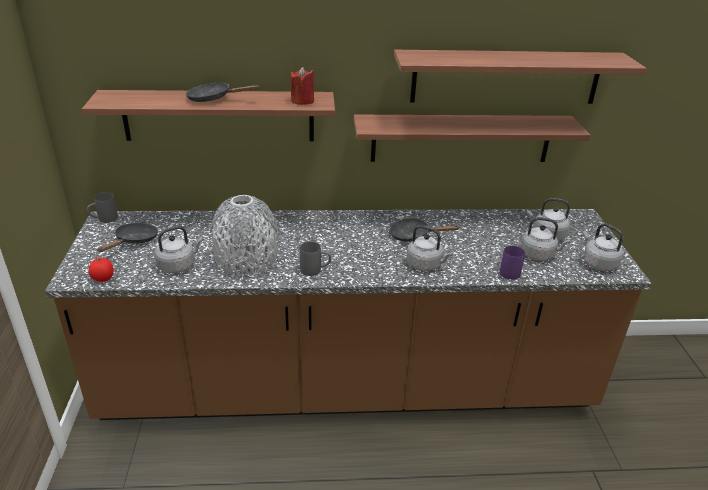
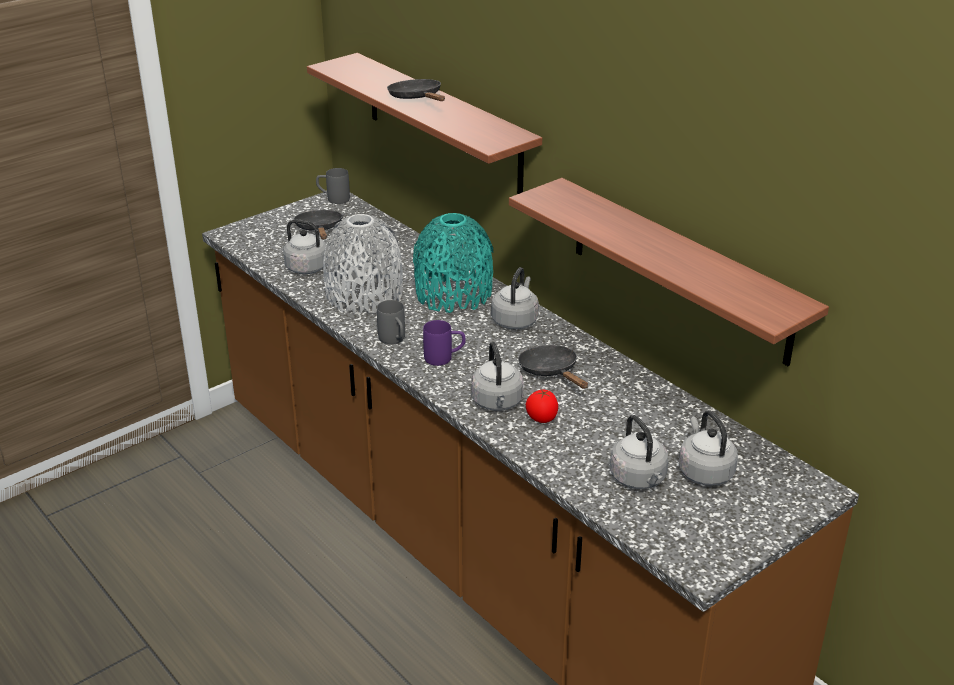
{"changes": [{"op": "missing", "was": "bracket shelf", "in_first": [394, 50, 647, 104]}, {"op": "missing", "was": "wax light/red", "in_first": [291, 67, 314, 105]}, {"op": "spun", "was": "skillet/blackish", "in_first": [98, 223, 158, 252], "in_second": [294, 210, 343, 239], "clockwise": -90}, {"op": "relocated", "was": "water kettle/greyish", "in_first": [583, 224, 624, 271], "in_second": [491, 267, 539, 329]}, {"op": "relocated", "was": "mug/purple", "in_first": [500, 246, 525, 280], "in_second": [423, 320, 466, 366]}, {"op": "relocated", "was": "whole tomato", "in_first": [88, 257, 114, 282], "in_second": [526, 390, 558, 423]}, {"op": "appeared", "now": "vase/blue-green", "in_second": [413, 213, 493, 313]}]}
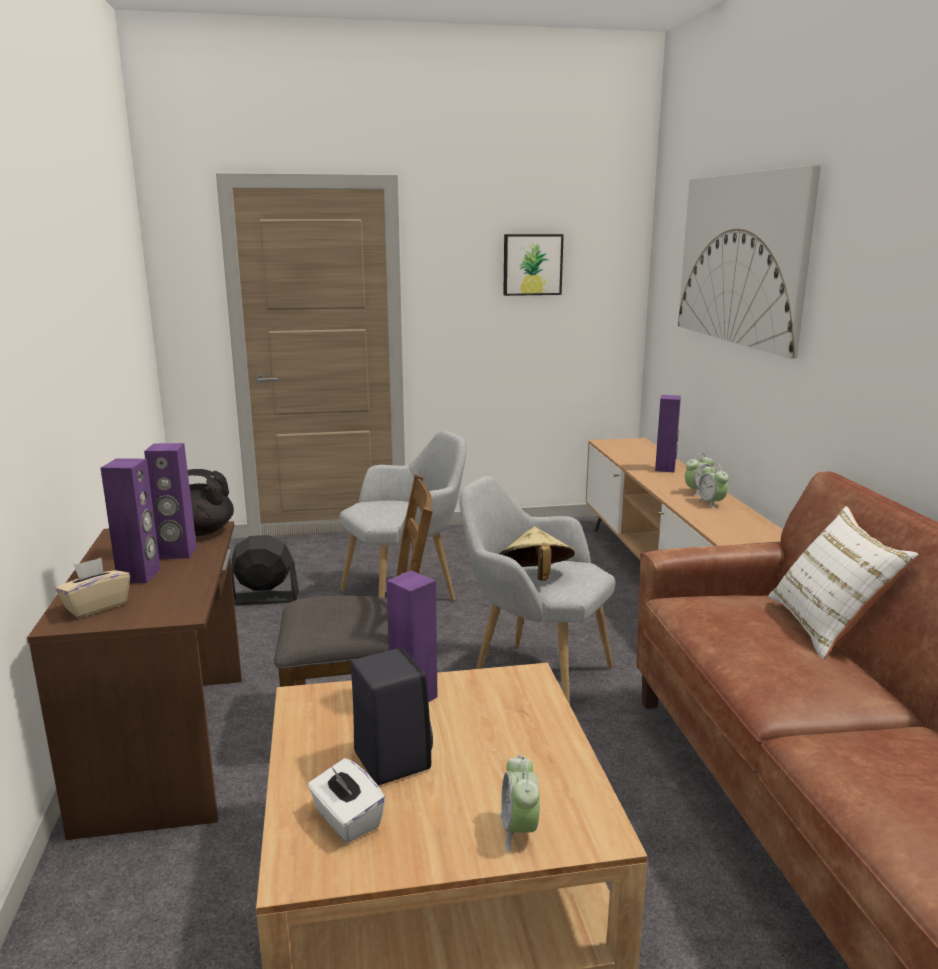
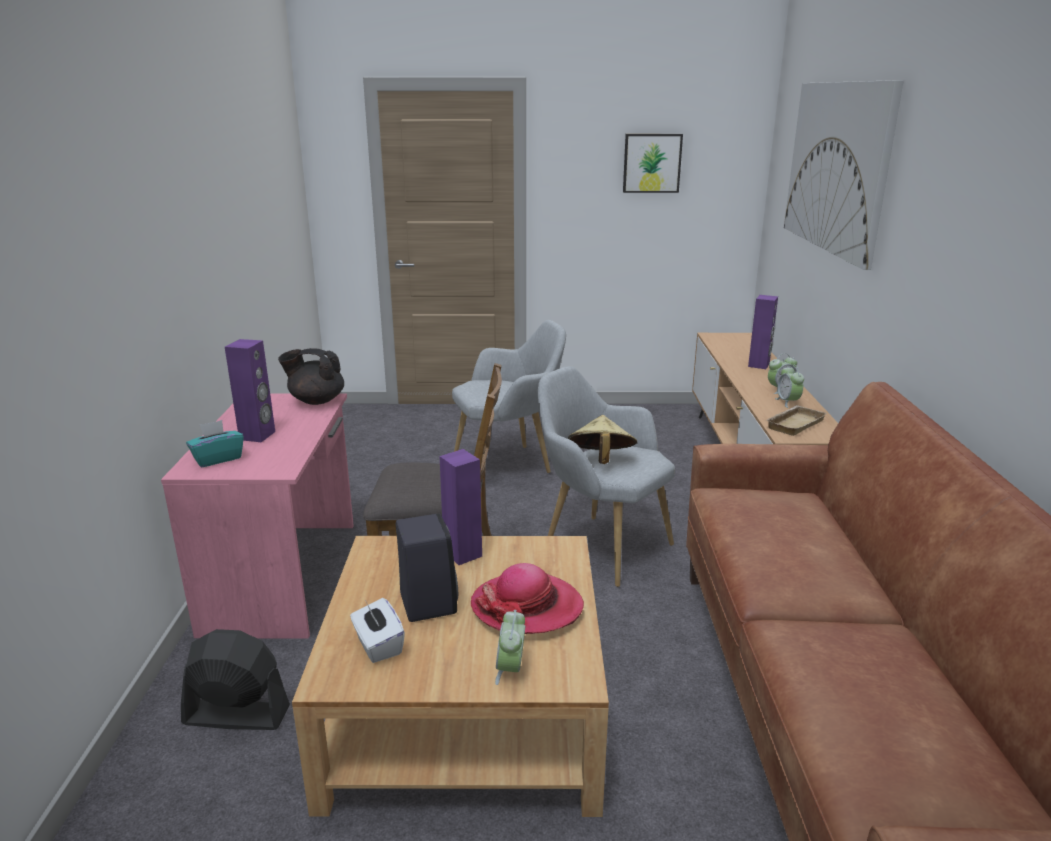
{"changes": [{"op": "missing", "was": "loudspeaker/purple", "in_first": [144, 443, 197, 559]}, {"op": "missing", "was": "cushion/white", "in_first": [768, 506, 919, 659]}, {"op": "colour", "was": "desk/brownish", "now": "desk/pink", "in_first": [27, 521, 242, 840], "in_second": [161, 394, 354, 638]}, {"op": "relocated", "was": "cooling fan/blackish", "in_first": [231, 535, 299, 605], "in_second": [181, 629, 290, 730]}, {"op": "colour", "was": "tissue box/beige-coloured", "now": "tissue box/blue-green", "in_first": [55, 558, 130, 618], "in_second": [186, 420, 244, 467]}, {"op": "appeared", "now": "carrying tray/beige-coloured", "in_second": [766, 405, 827, 436]}, {"op": "appeared", "now": "clothing hat", "in_second": [471, 563, 584, 634]}]}
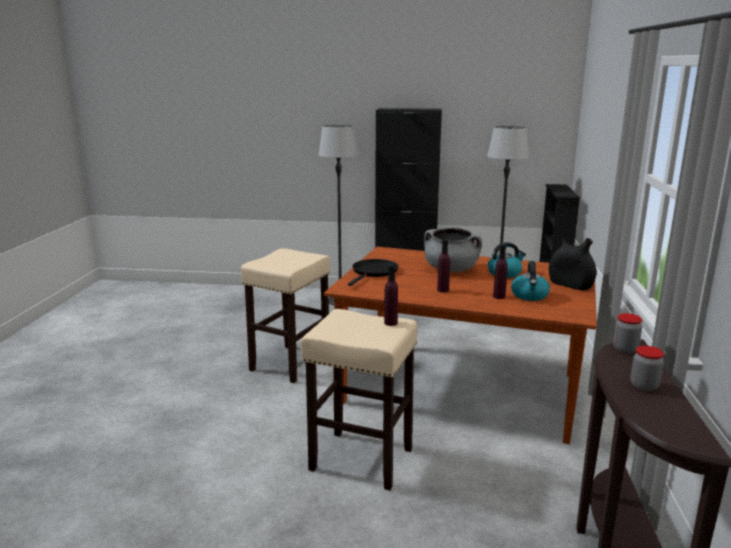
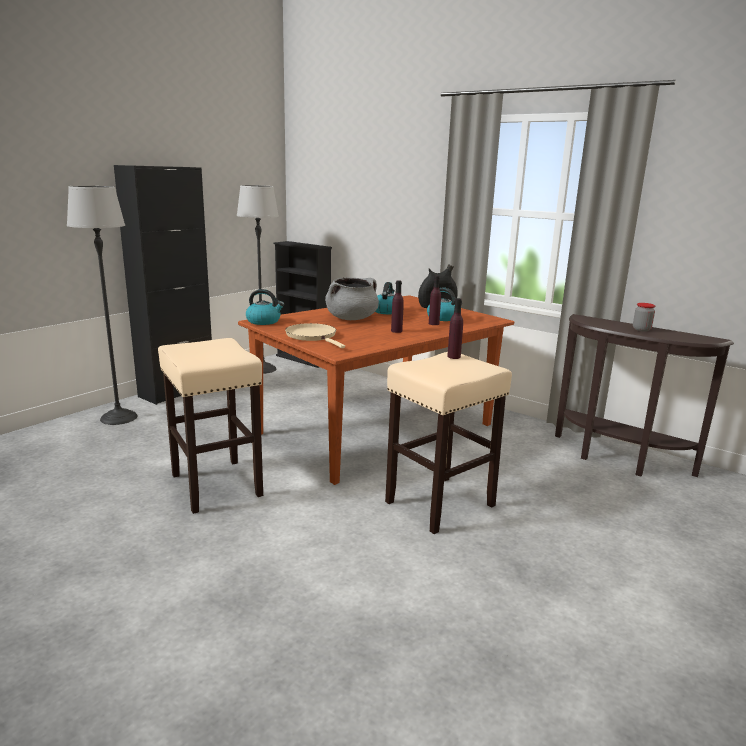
{"changes": [{"op": "colour", "was": "skillet/blackish", "now": "skillet/beige-coloured", "in_first": [348, 259, 398, 286], "in_second": [285, 323, 345, 348]}, {"op": "missing", "was": "jar", "in_first": [613, 313, 642, 353]}, {"op": "appeared", "now": "water kettle", "in_second": [246, 289, 285, 325]}]}
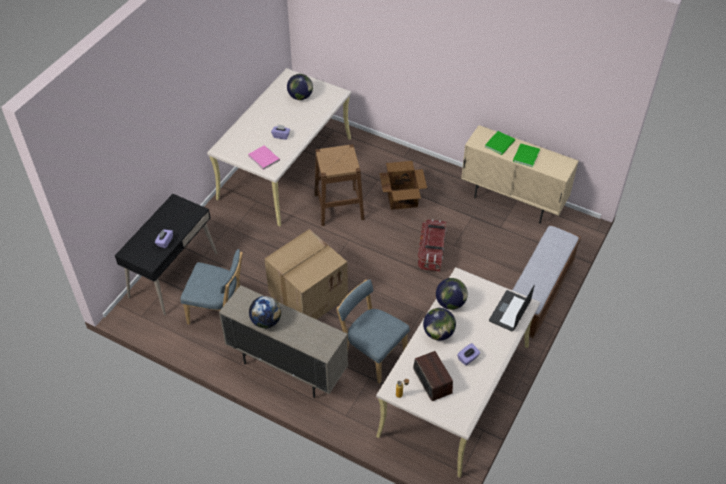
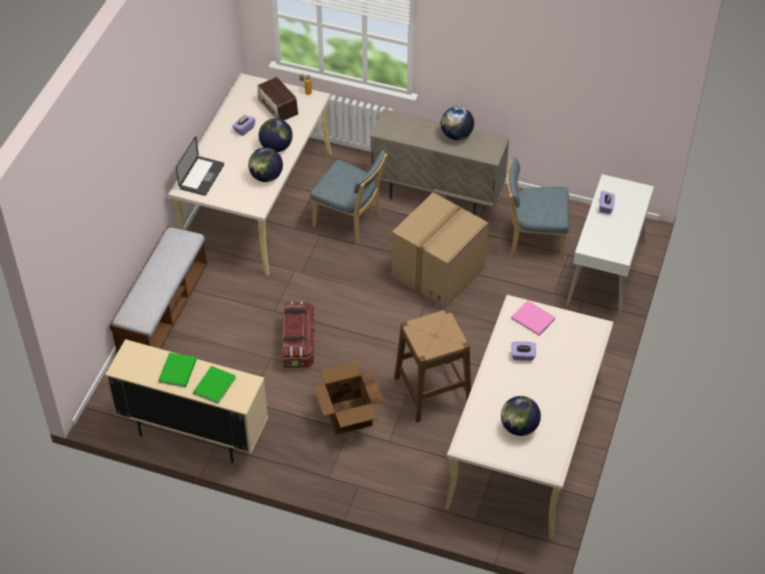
{"changes": [{"op": "colour", "was": "desk/blackish", "now": "desk/white", "in_first": [115, 194, 217, 316], "in_second": [566, 174, 654, 320]}]}
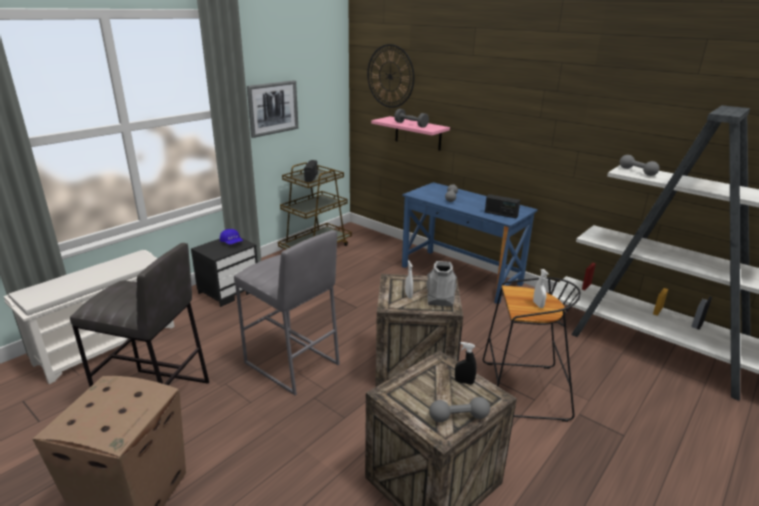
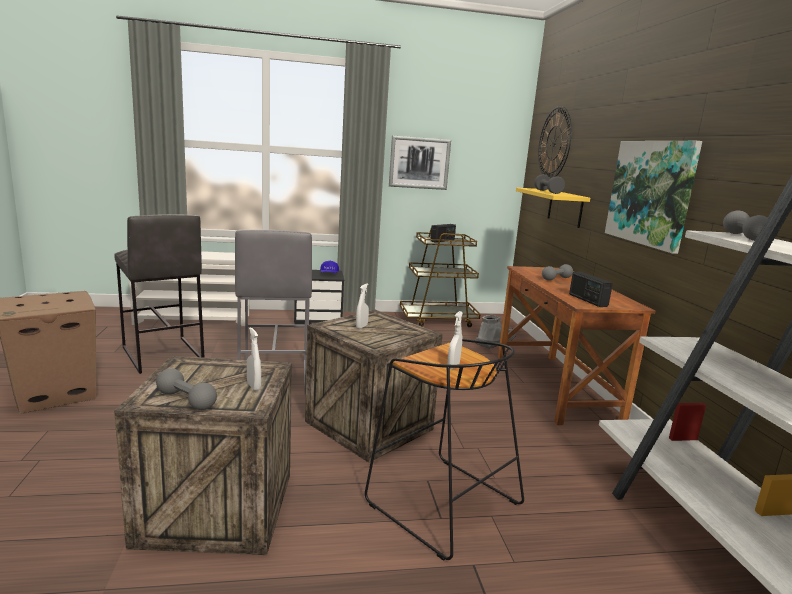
{"changes": [{"op": "colour", "was": "bracket shelf/pink", "now": "bracket shelf/yellow-coloured", "in_first": [371, 116, 450, 151], "in_second": [516, 187, 590, 228]}, {"op": "colour", "was": "desk/blue-coloured", "now": "desk/brownish", "in_first": [402, 182, 538, 304], "in_second": [498, 266, 655, 425]}, {"op": "relocated", "was": "boot/greyish", "in_first": [426, 261, 457, 307], "in_second": [475, 315, 516, 349]}, {"op": "colour", "was": "sprayer/blackish", "now": "sprayer/white", "in_first": [455, 342, 477, 385], "in_second": [247, 327, 261, 391]}, {"op": "appeared", "now": "wall art", "in_second": [605, 141, 702, 254]}]}
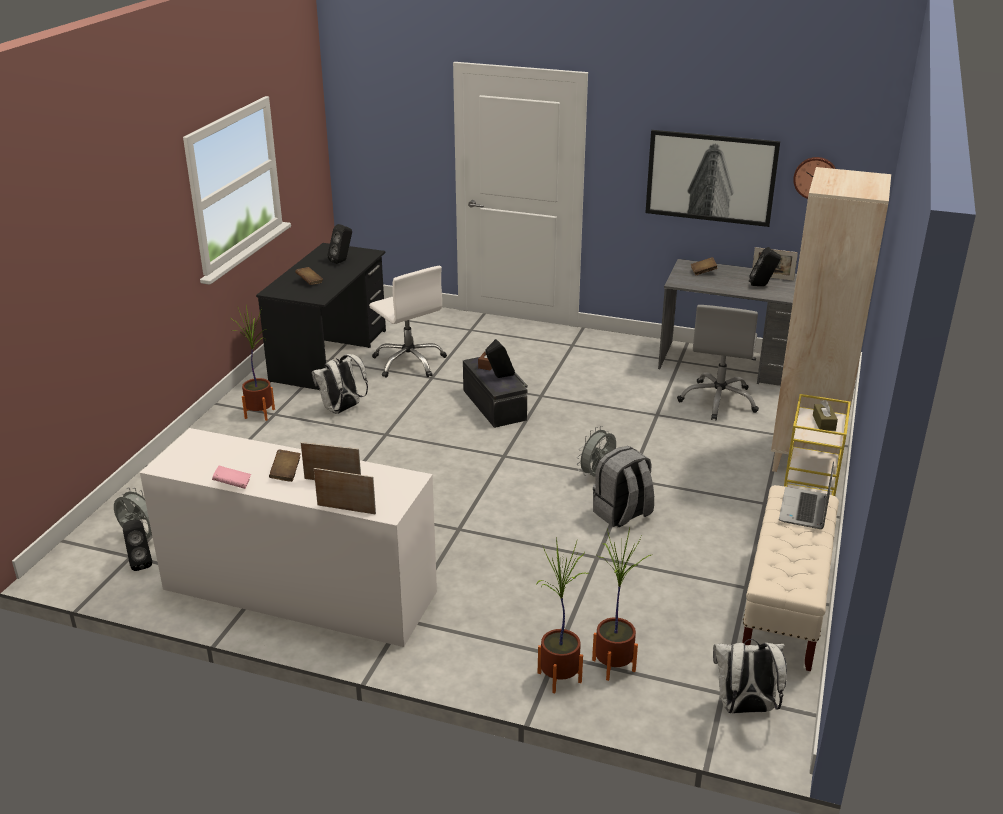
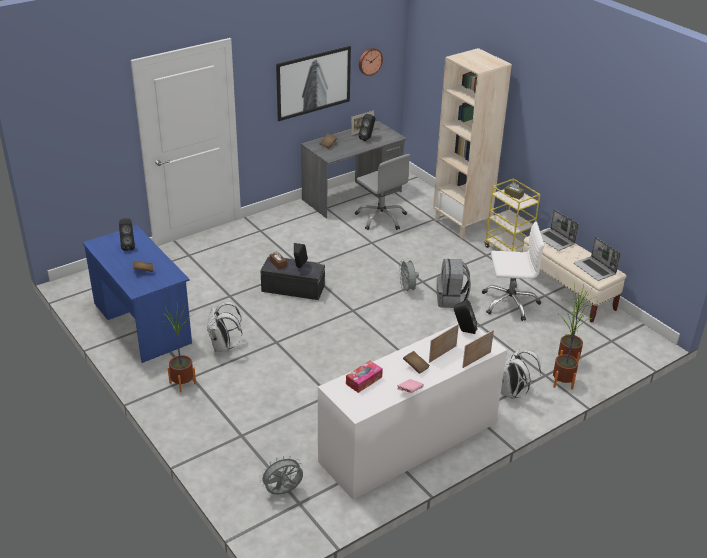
{"changes": [{"op": "colour", "was": "desk/blackish", "now": "desk/blue-coloured", "in_first": [256, 243, 386, 390], "in_second": [82, 225, 192, 363]}, {"op": "relocated", "was": "desk chair/white", "in_first": [369, 266, 447, 378], "in_second": [482, 222, 545, 321]}, {"op": "relocated", "was": "loudspeaker/blackish", "in_first": [123, 520, 152, 571], "in_second": [454, 299, 478, 334]}, {"op": "relocated", "was": "knapsack/white", "in_first": [713, 639, 787, 713], "in_second": [501, 349, 541, 399]}, {"op": "appeared", "now": "notebook computer", "in_second": [574, 237, 621, 281]}, {"op": "appeared", "now": "tissue box", "in_second": [346, 361, 383, 393]}]}
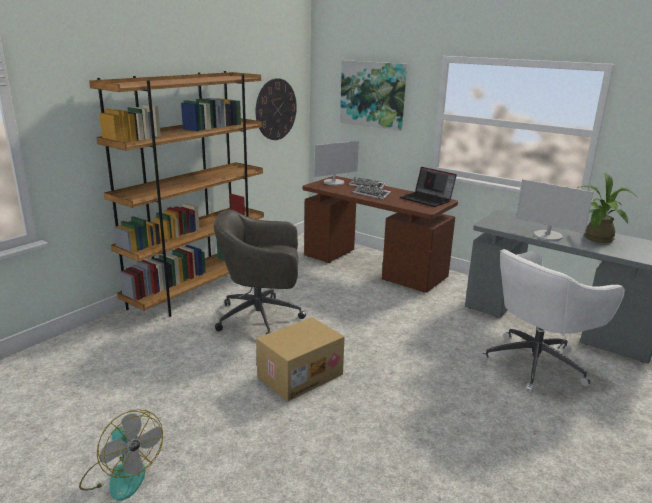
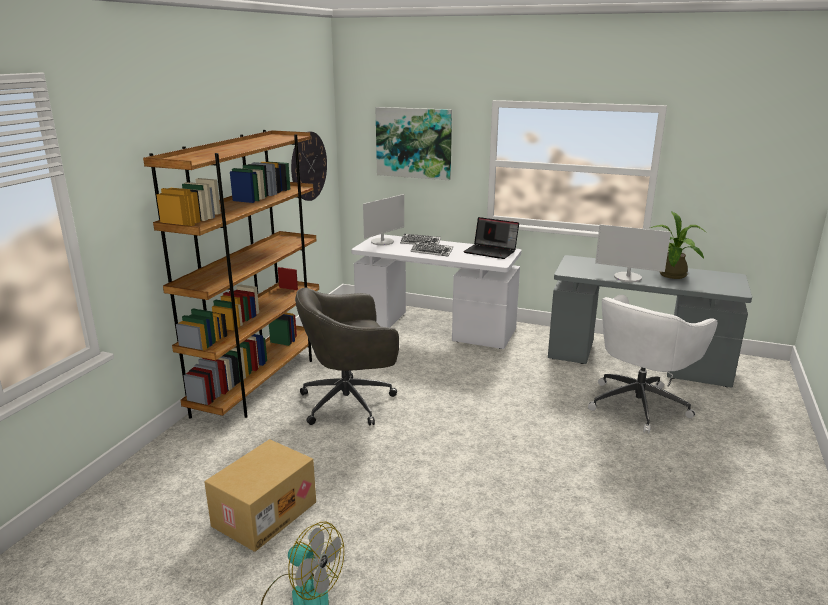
{"changes": [{"op": "colour", "was": "desk/brownish", "now": "desk/white", "in_first": [303, 176, 458, 293], "in_second": [351, 234, 522, 349]}, {"op": "relocated", "was": "cardboard box", "in_first": [256, 317, 345, 401], "in_second": [204, 439, 316, 552]}]}
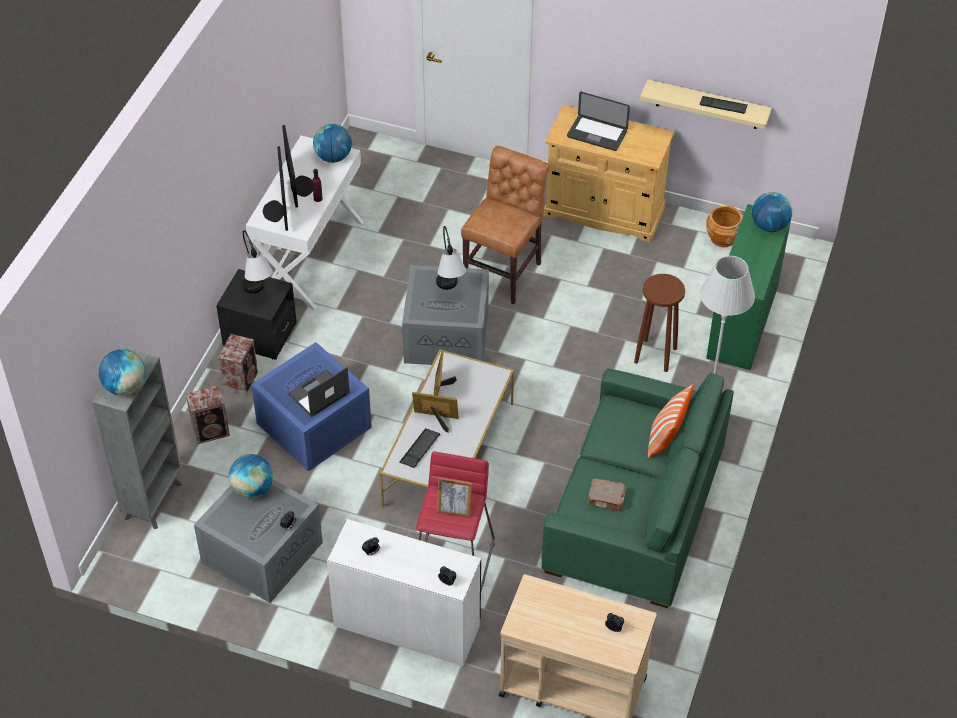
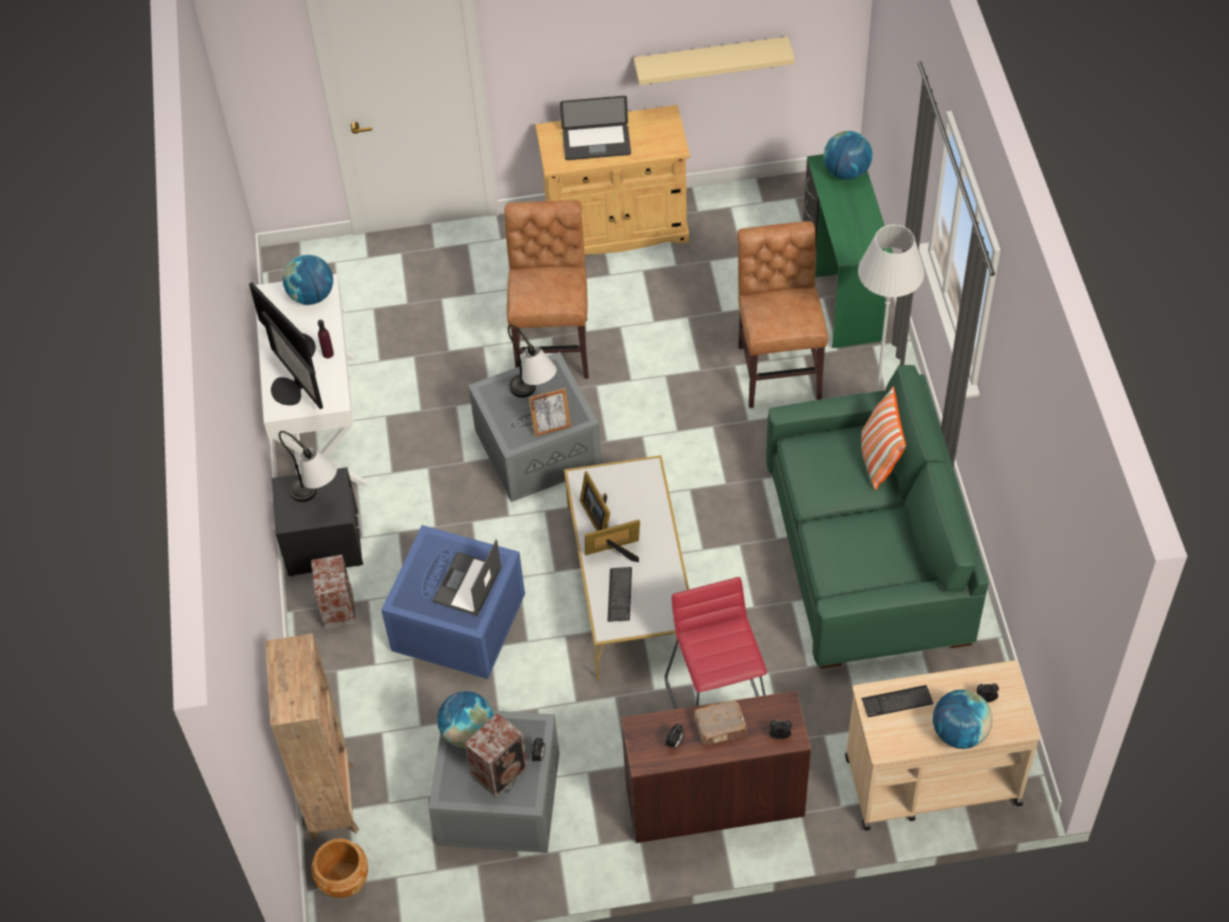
{"changes": [{"op": "relocated", "was": "computer keyboard", "in_first": [700, 96, 747, 113], "in_second": [861, 685, 933, 717]}, {"op": "relocated", "was": "flower pot/brownish", "in_first": [707, 205, 742, 247], "in_second": [311, 838, 368, 898]}, {"op": "exchanged", "was": "stool seat/brownish", "now": "plain chair/brownish", "in_first": [634, 274, 685, 372], "in_second": [737, 221, 828, 408]}, {"op": "colour", "was": "bookcase/greyish", "now": "bookcase/brownish", "in_first": [92, 348, 182, 529], "in_second": [265, 634, 359, 840]}, {"op": "relocated", "was": "desk globe", "in_first": [99, 349, 146, 396], "in_second": [933, 689, 992, 749]}, {"op": "relocated", "was": "loudspeaker", "in_first": [186, 385, 230, 444], "in_second": [465, 713, 527, 797]}, {"op": "relocated", "was": "photo frame", "in_first": [437, 478, 472, 518], "in_second": [529, 388, 571, 437]}, {"op": "relocated", "was": "volume/brownish", "in_first": [588, 478, 626, 512], "in_second": [694, 700, 748, 745]}, {"op": "colour", "was": "desk/white", "now": "desk/brownish", "in_first": [327, 519, 481, 666], "in_second": [621, 691, 811, 843]}]}
